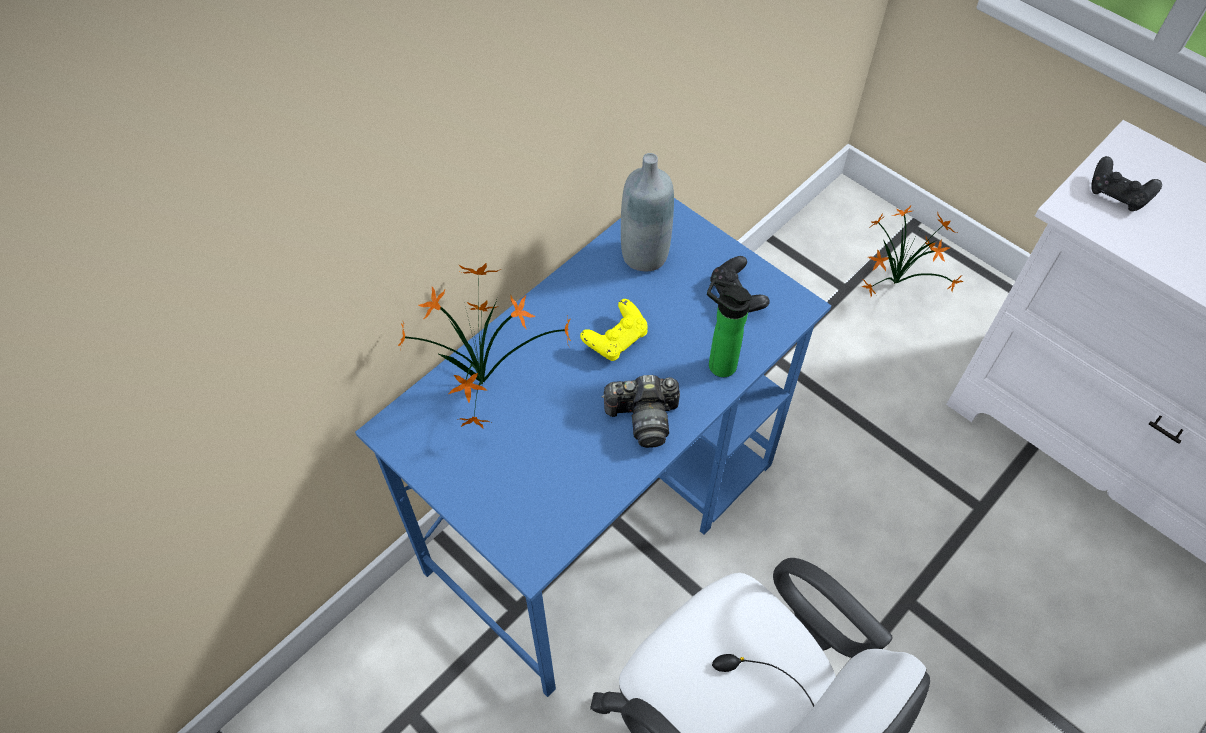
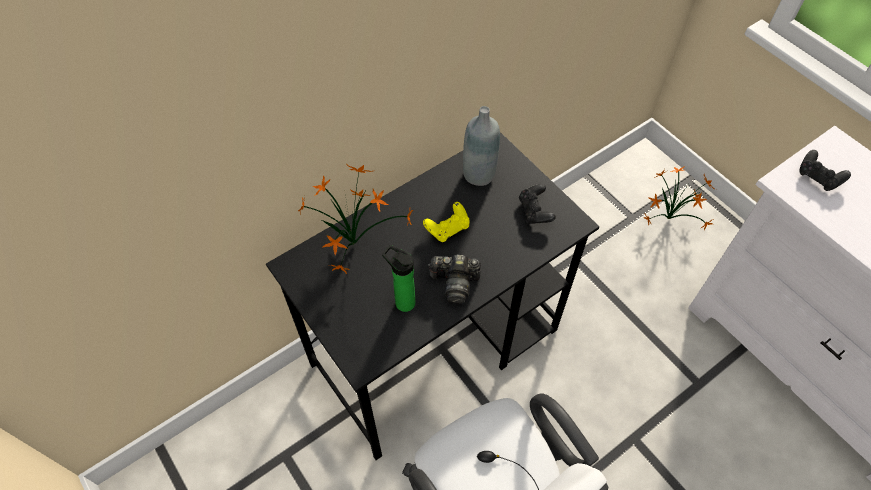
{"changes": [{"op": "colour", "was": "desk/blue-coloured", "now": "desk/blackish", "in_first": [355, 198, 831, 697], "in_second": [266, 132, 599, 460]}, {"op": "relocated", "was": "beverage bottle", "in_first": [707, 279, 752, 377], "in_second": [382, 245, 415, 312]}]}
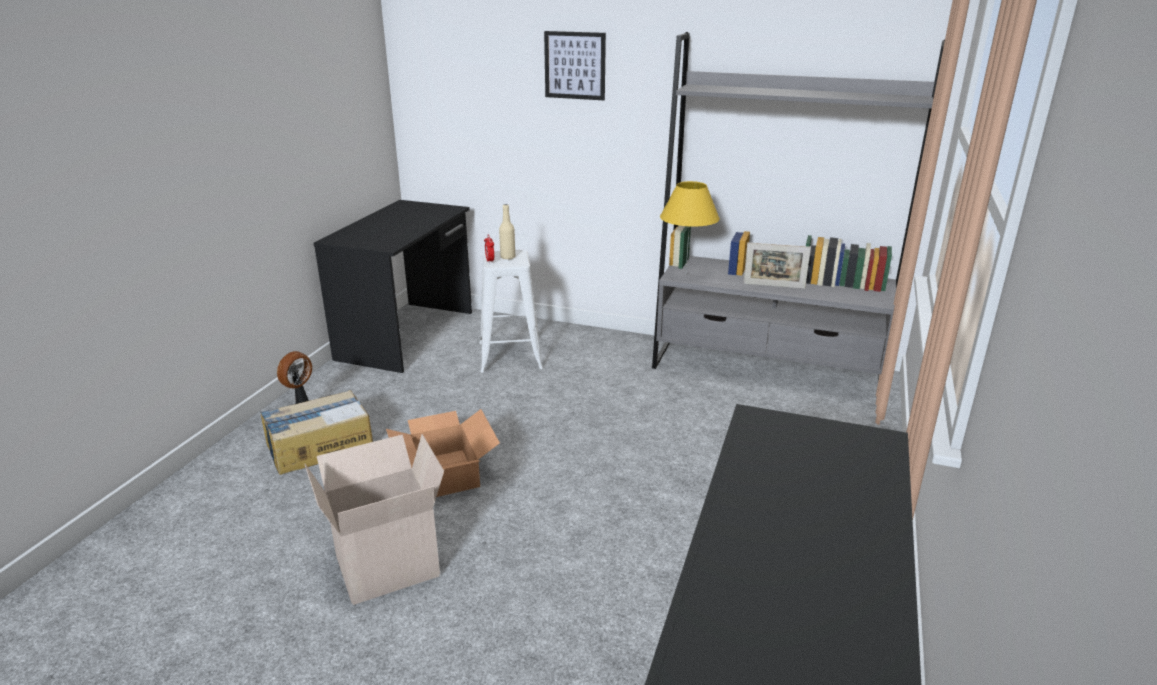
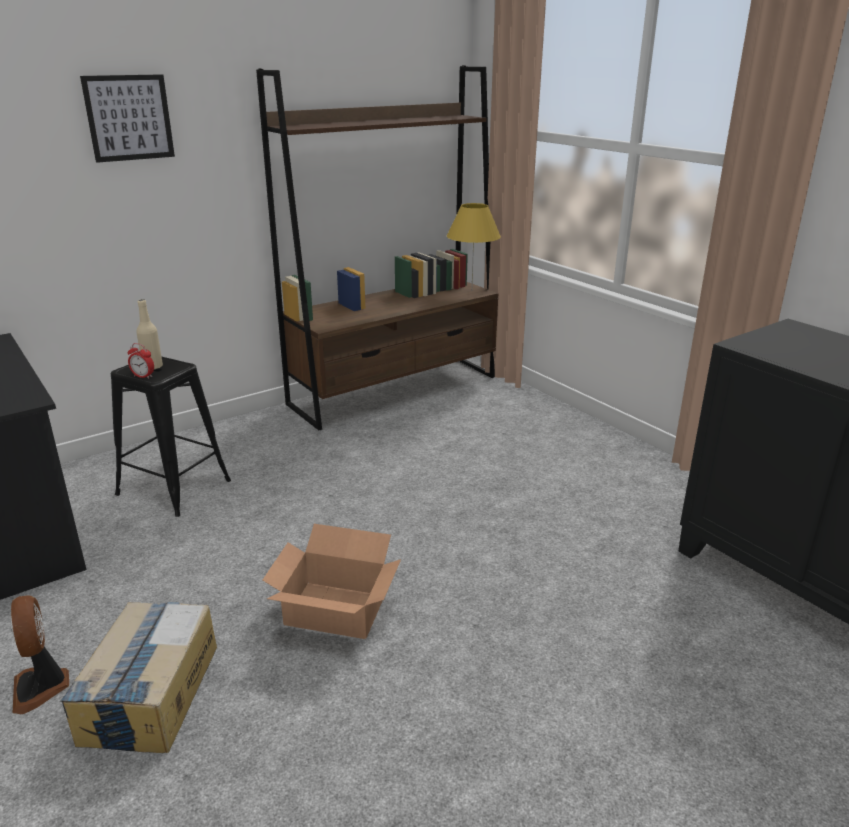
{"changes": [{"op": "colour", "was": "bookcase/greyish", "now": "bookcase/brownish", "in_first": [652, 32, 945, 381], "in_second": [256, 66, 498, 430]}, {"op": "relocated", "was": "lamp for a table/yellow-coloured", "in_first": [660, 181, 720, 272], "in_second": [447, 203, 501, 283]}, {"op": "missing", "was": "photo frame", "in_first": [743, 242, 811, 289]}, {"op": "colour", "was": "stool seat/white", "now": "stool seat/blackish", "in_first": [479, 250, 543, 373], "in_second": [111, 356, 231, 517]}, {"op": "missing", "was": "cardboard box", "in_first": [305, 434, 444, 605]}]}
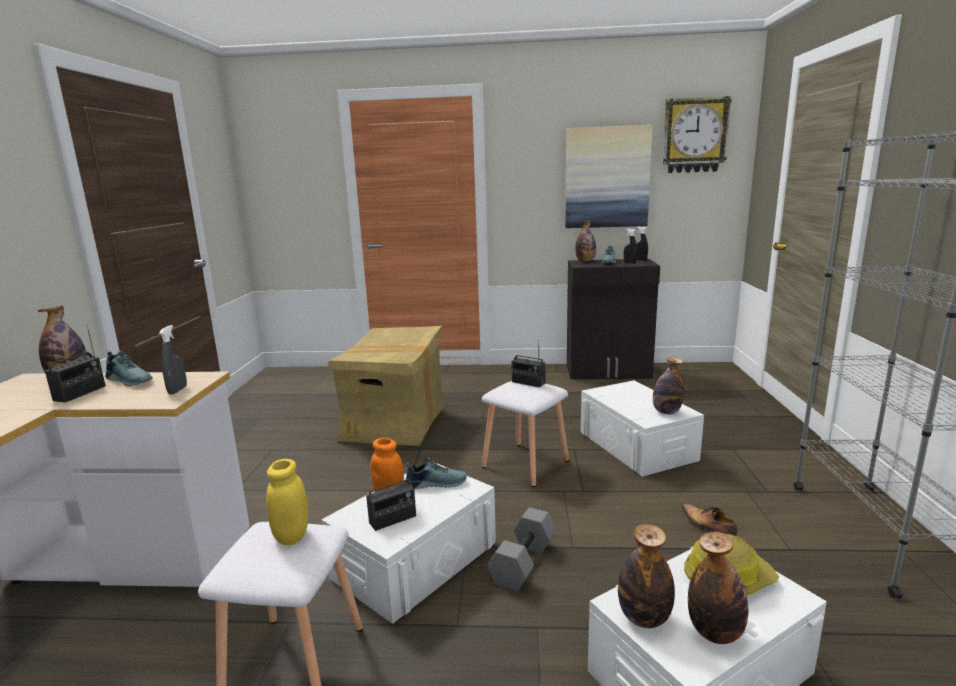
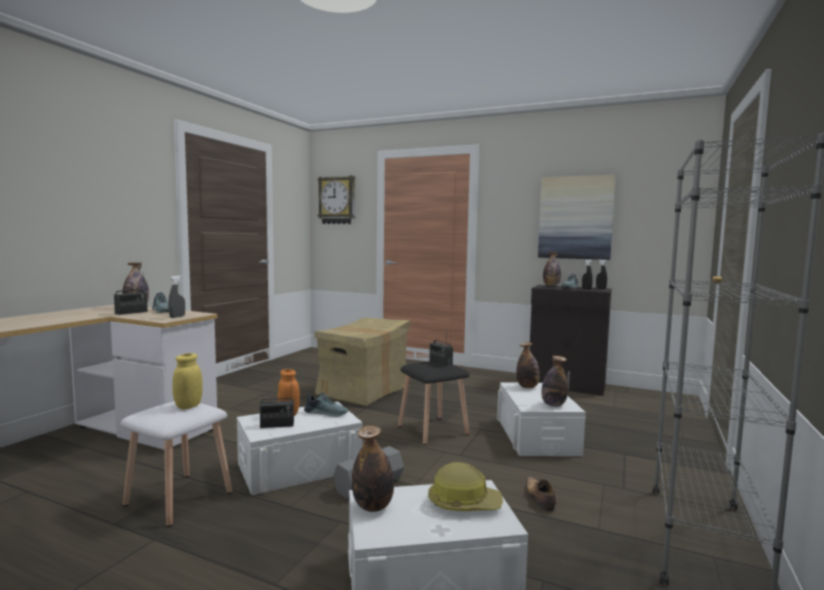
{"changes": [{"op": "relocated", "was": "hanging clock", "in_first": [662, 96, 732, 173], "in_second": [317, 175, 355, 224]}, {"op": "colour", "was": "stool seat/white", "now": "stool seat/blackish", "in_first": [482, 381, 569, 487], "in_second": [398, 361, 469, 445]}, {"op": "relocated", "was": "beverage bottle", "in_first": [688, 531, 748, 644], "in_second": [516, 342, 540, 388]}]}
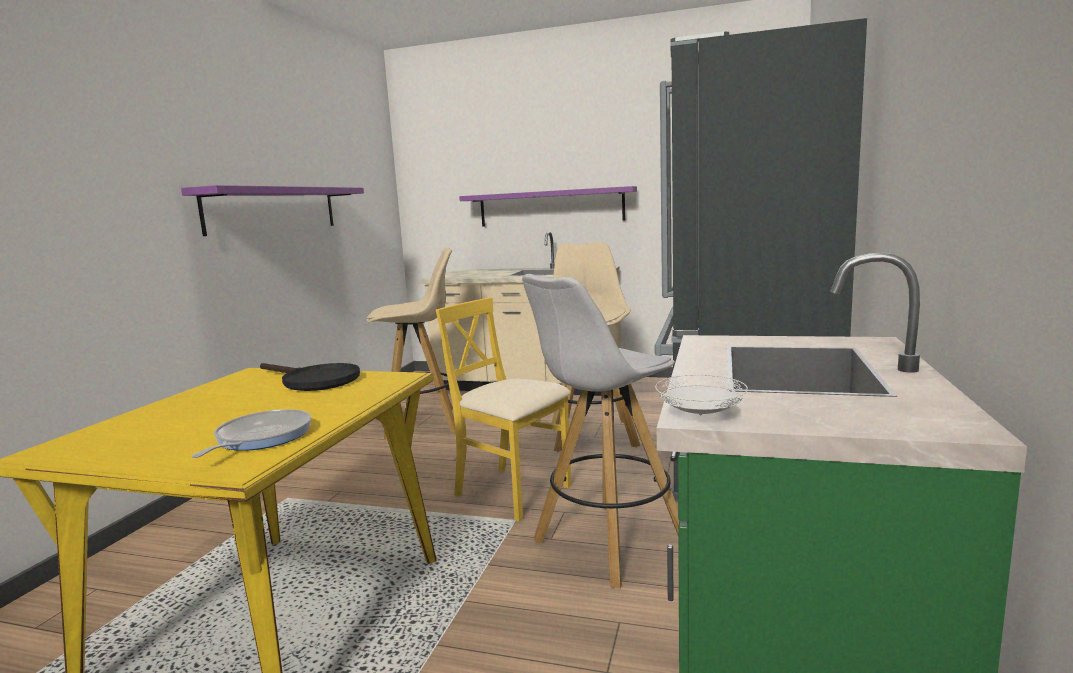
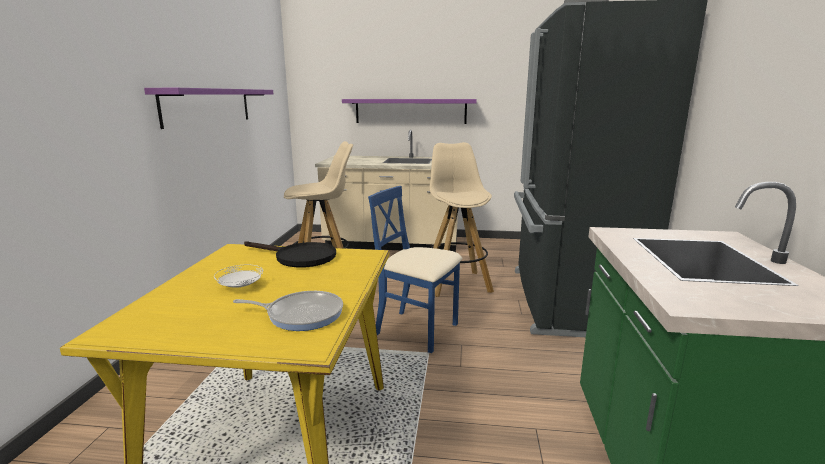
{"changes": [{"op": "missing", "was": "stool seat/white", "in_first": [522, 274, 679, 589]}, {"op": "colour", "was": "plain chair/yellow-coloured", "now": "plain chair/blue-coloured", "in_first": [436, 297, 572, 521], "in_second": [368, 186, 462, 353]}, {"op": "relocated", "was": "dinner plate/white", "in_first": [655, 375, 748, 416], "in_second": [214, 265, 263, 288]}, {"op": "spun", "was": "skillet", "in_first": [191, 409, 311, 458], "in_second": [233, 291, 343, 331], "clockwise": 90}]}
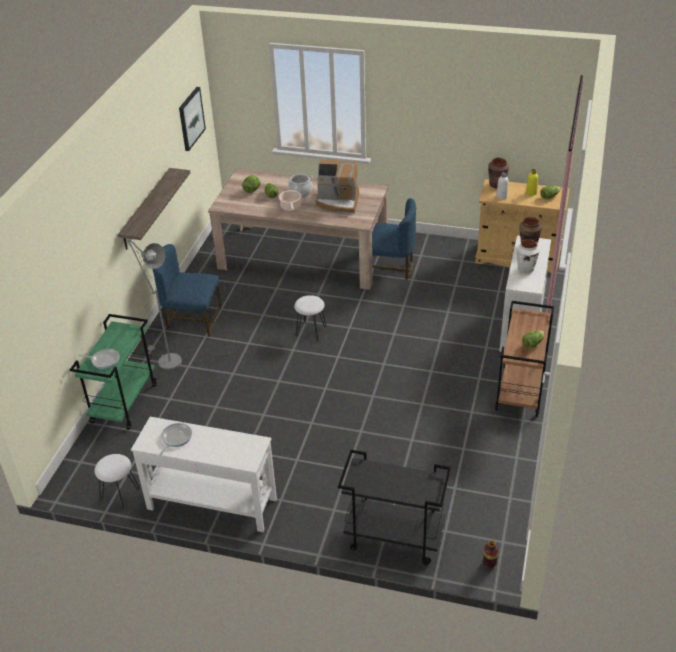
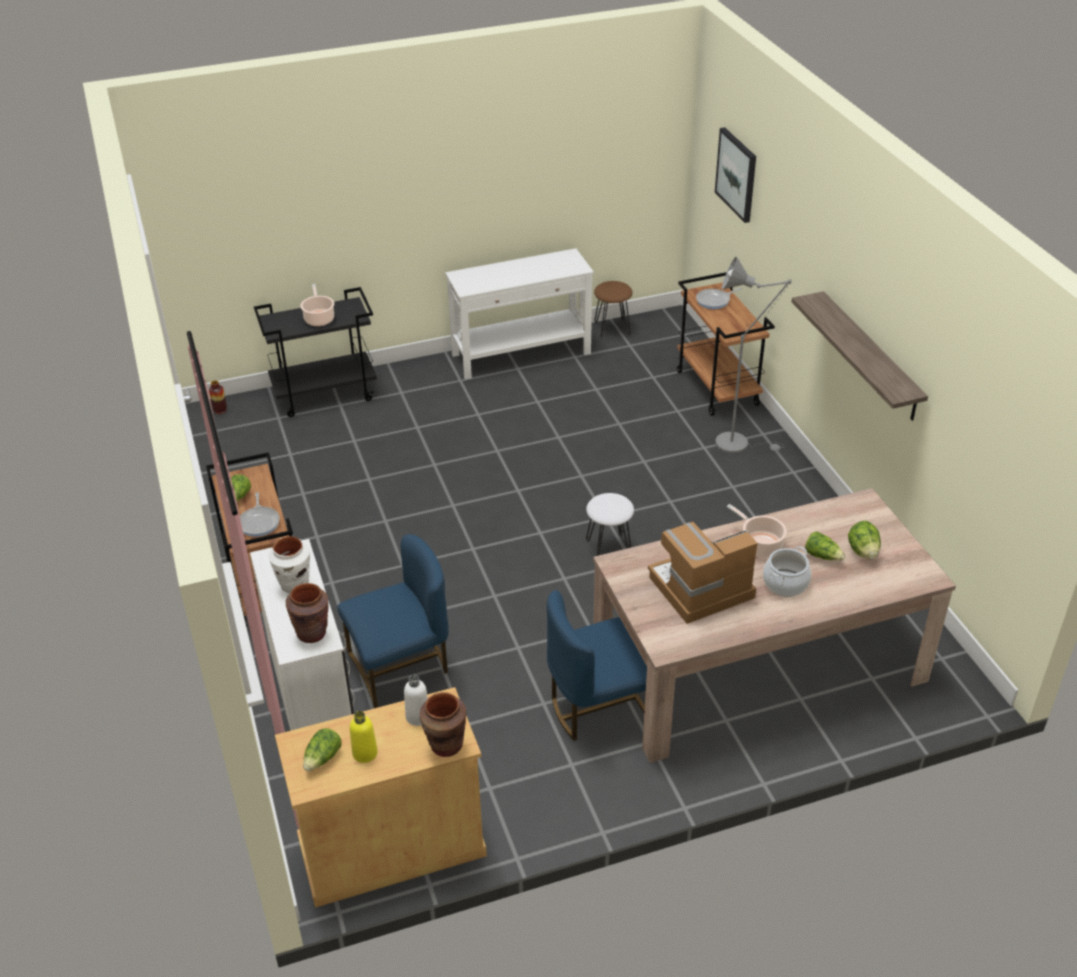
{"changes": [{"op": "relocated", "was": "wall art", "in_first": [179, 87, 206, 151], "in_second": [715, 127, 756, 223]}, {"op": "relocated", "was": "plain chair/blue-coloured", "in_first": [153, 244, 221, 337], "in_second": [337, 534, 449, 708]}, {"op": "colour", "was": "wheeled cart/green-coloured", "now": "wheeled cart/brownish", "in_first": [70, 314, 157, 430], "in_second": [677, 272, 775, 416]}, {"op": "relocated", "was": "skillet", "in_first": [159, 423, 192, 455], "in_second": [240, 492, 280, 537]}, {"op": "colour", "was": "stool seat/white", "now": "stool seat/brownish", "in_first": [94, 454, 140, 510], "in_second": [594, 281, 633, 339]}, {"op": "appeared", "now": "stockpot", "in_second": [300, 284, 334, 326]}]}
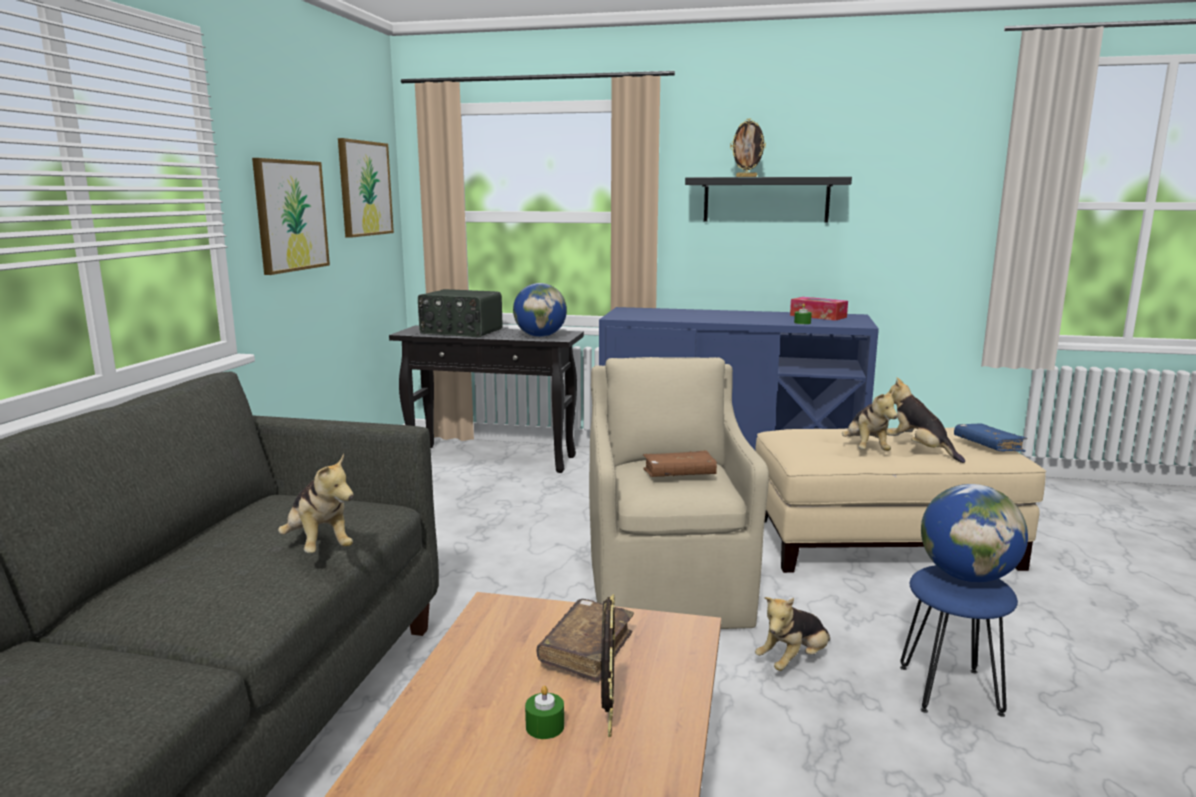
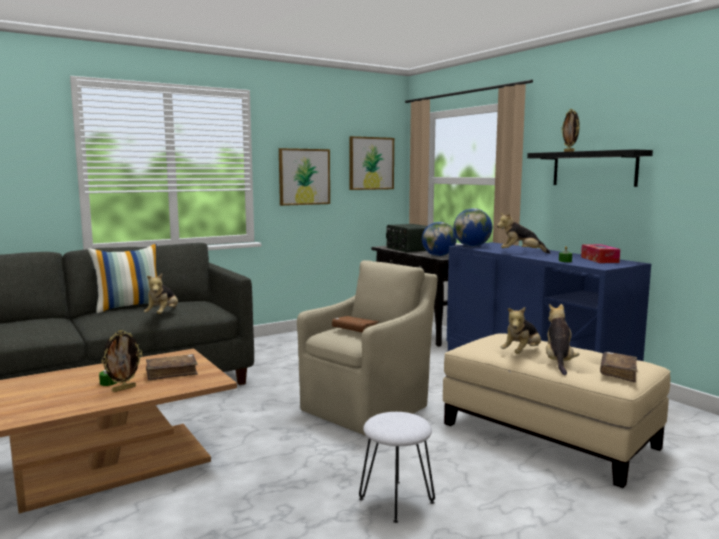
{"changes": [{"op": "colour", "was": "volume/blue-coloured", "now": "volume/brownish", "in_first": [954, 423, 1028, 452], "in_second": [600, 352, 637, 383]}, {"op": "relocated", "was": "desk globe", "in_first": [921, 484, 1028, 582], "in_second": [453, 208, 492, 247]}, {"op": "colour", "was": "stool seat/blue-coloured", "now": "stool seat/white", "in_first": [900, 565, 1018, 717], "in_second": [359, 412, 435, 523]}, {"op": "relocated", "was": "cuddly toy", "in_first": [755, 597, 830, 671], "in_second": [497, 212, 551, 254]}, {"op": "appeared", "now": "cushion", "in_second": [88, 244, 157, 313]}]}
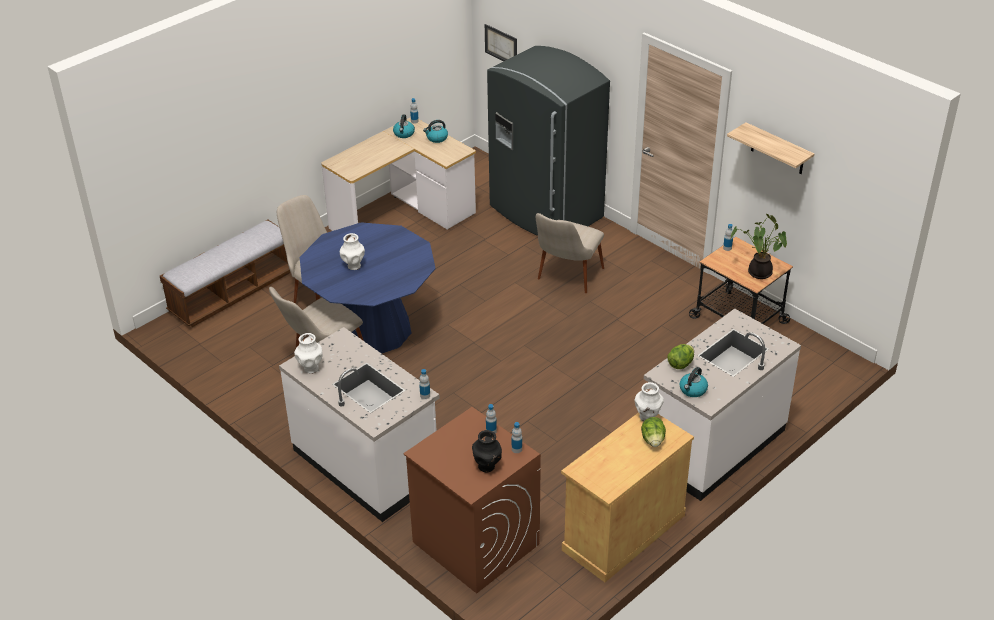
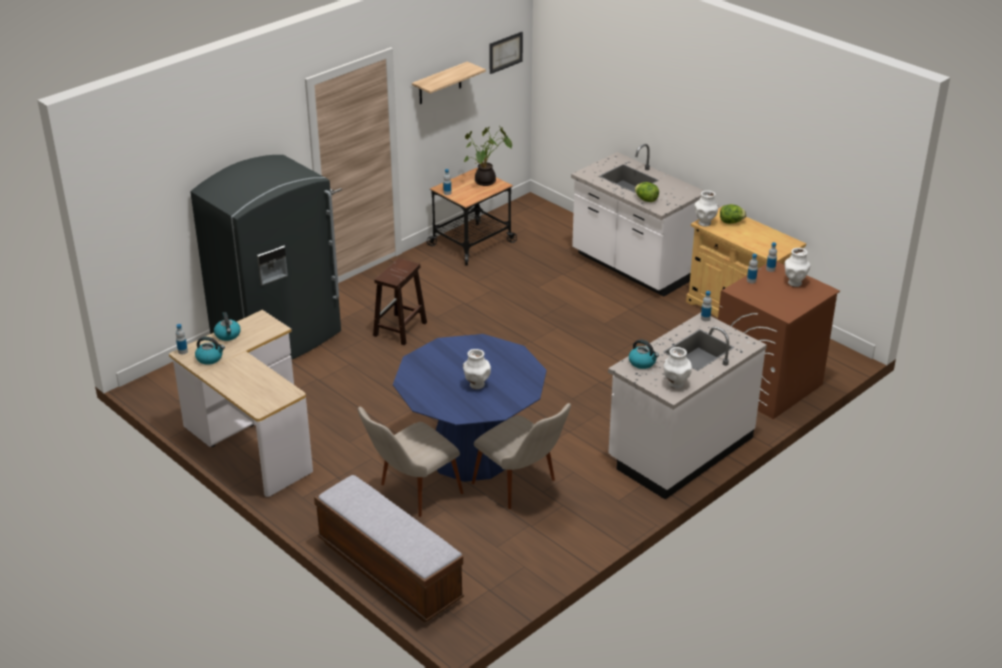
{"changes": [{"op": "relocated", "was": "wall art", "in_first": [485, 24, 517, 61], "in_second": [489, 32, 523, 74]}, {"op": "exchanged", "was": "plain chair/beige-coloured", "now": "stool seat/brownish", "in_first": [536, 213, 604, 293], "in_second": [373, 258, 427, 345]}, {"op": "relocated", "was": "water kettle", "in_first": [679, 367, 708, 397], "in_second": [629, 339, 659, 369]}, {"op": "colour", "was": "vase/blackish", "now": "vase/white", "in_first": [472, 430, 502, 472], "in_second": [785, 248, 811, 287]}]}
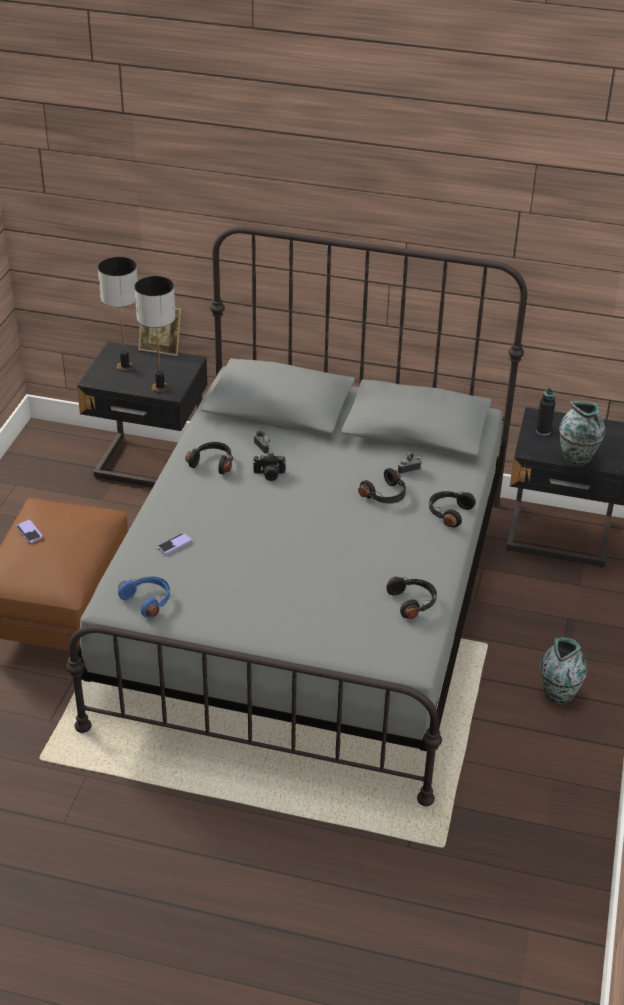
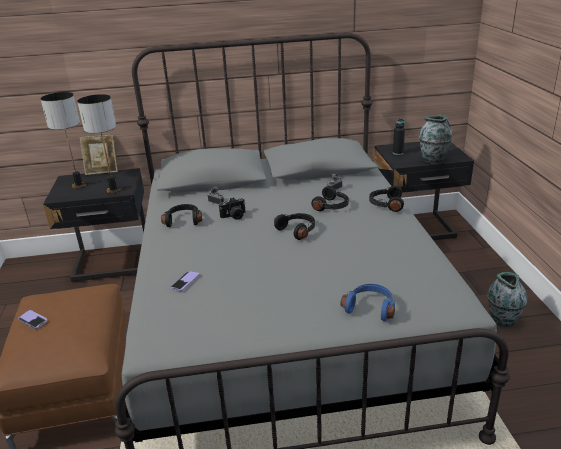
{"changes": [{"op": "relocated", "was": "headset/blue-coloured", "in_first": [118, 576, 170, 618], "in_second": [340, 284, 395, 321]}, {"op": "relocated", "was": "headset/blackish", "in_first": [386, 577, 437, 619], "in_second": [274, 213, 315, 240]}]}
